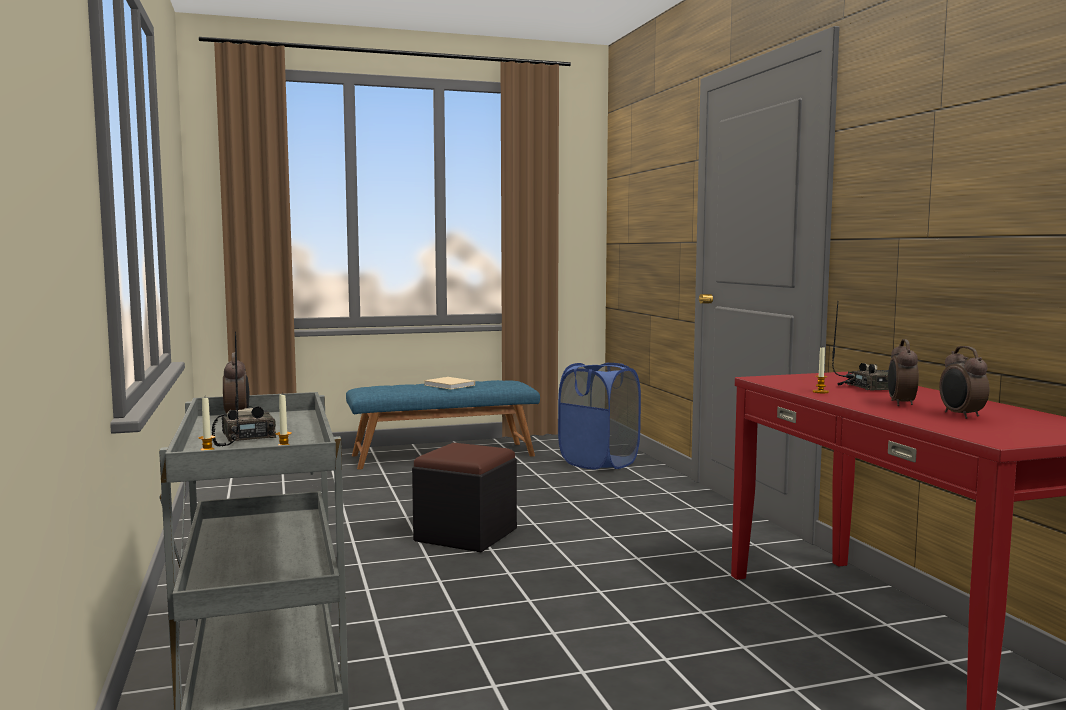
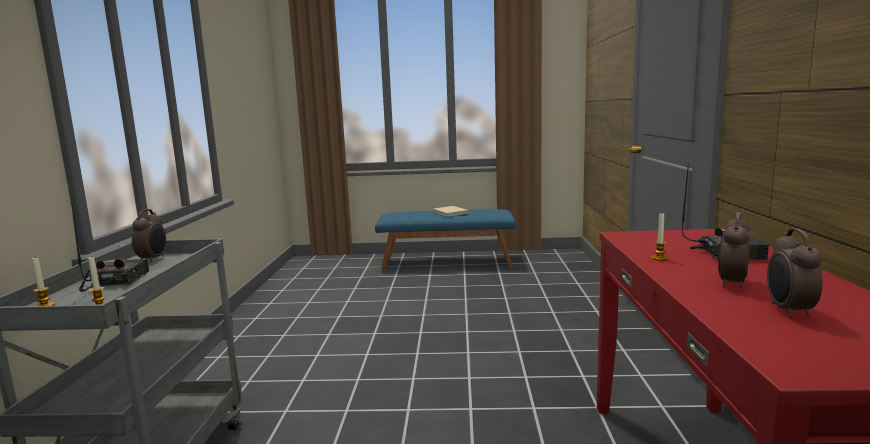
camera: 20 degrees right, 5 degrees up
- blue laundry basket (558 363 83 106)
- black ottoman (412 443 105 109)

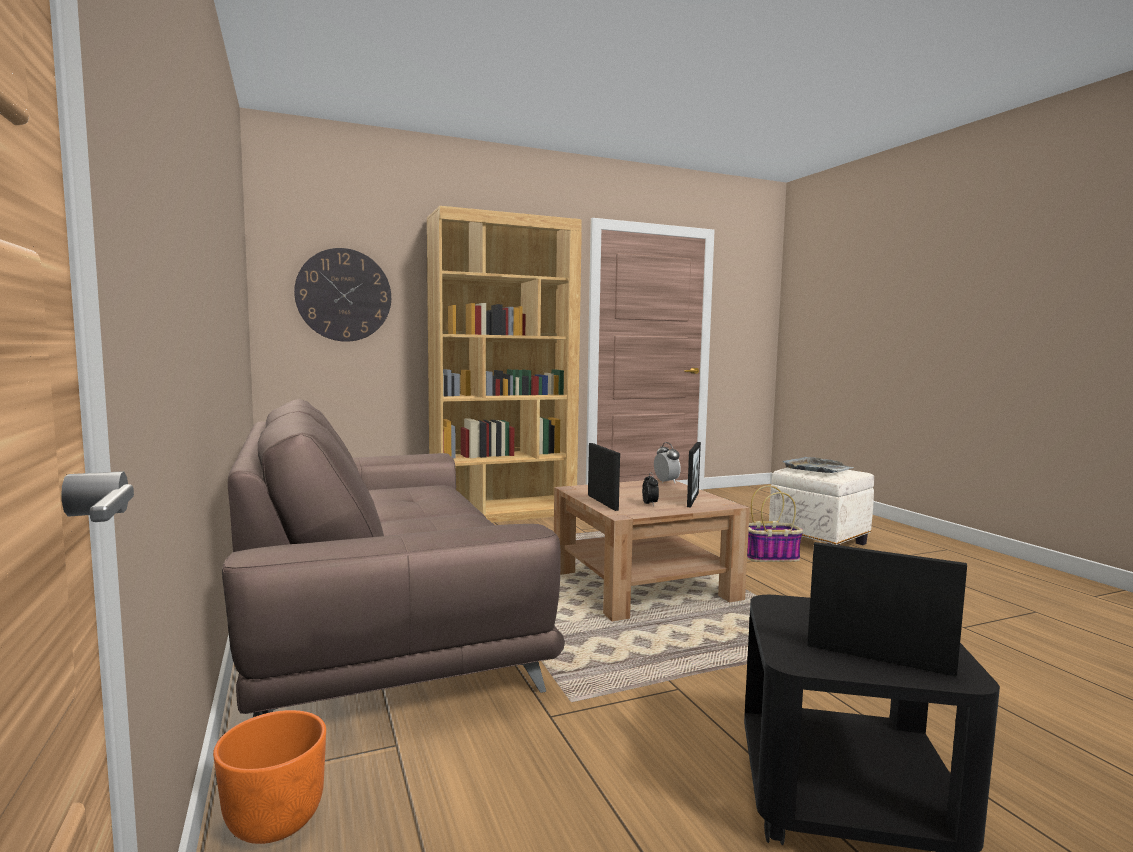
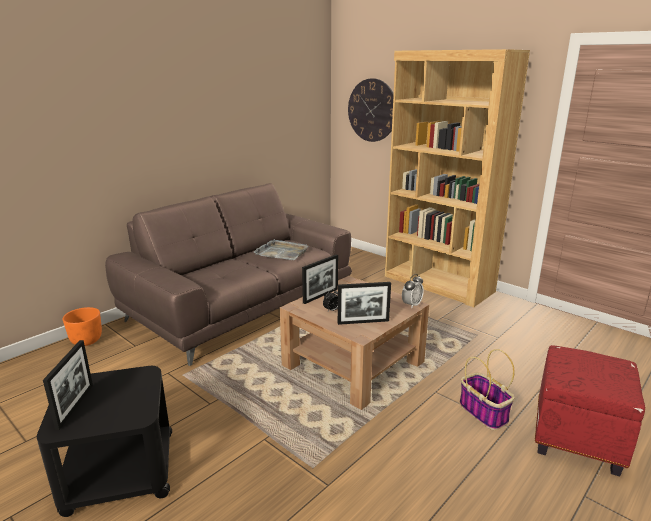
camera: 65 degrees right, 15 degrees up
~ grey tray (782 457 72 16) to (253 239 55 21)
~ white ottoman (769 468 105 77) to red ottoman (535 345 110 131)

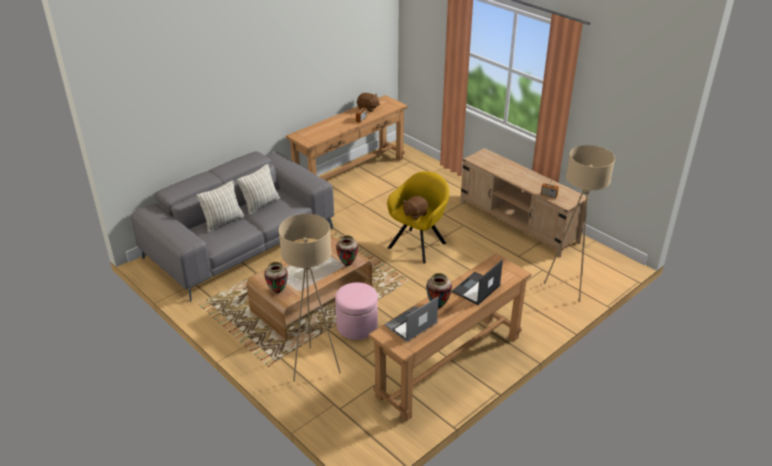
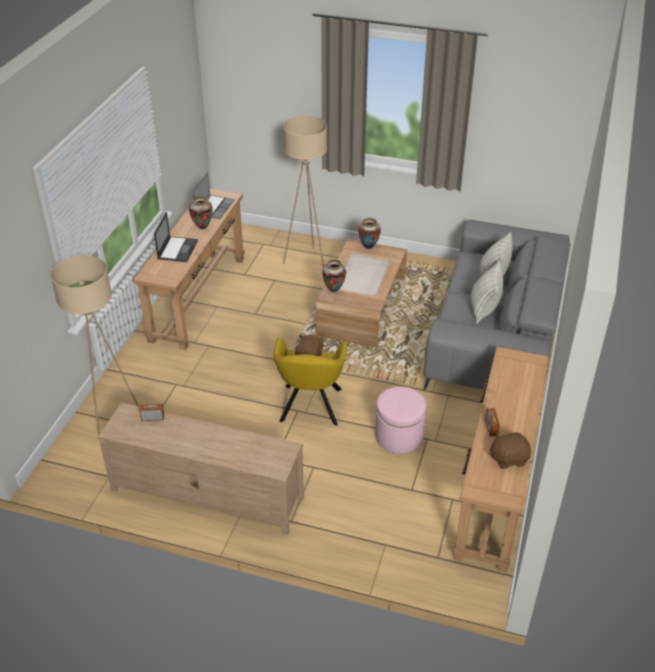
camera: 150 degrees right, 5 degrees up
~ pink ottoman (335 282 43 58) to (375 386 51 68)

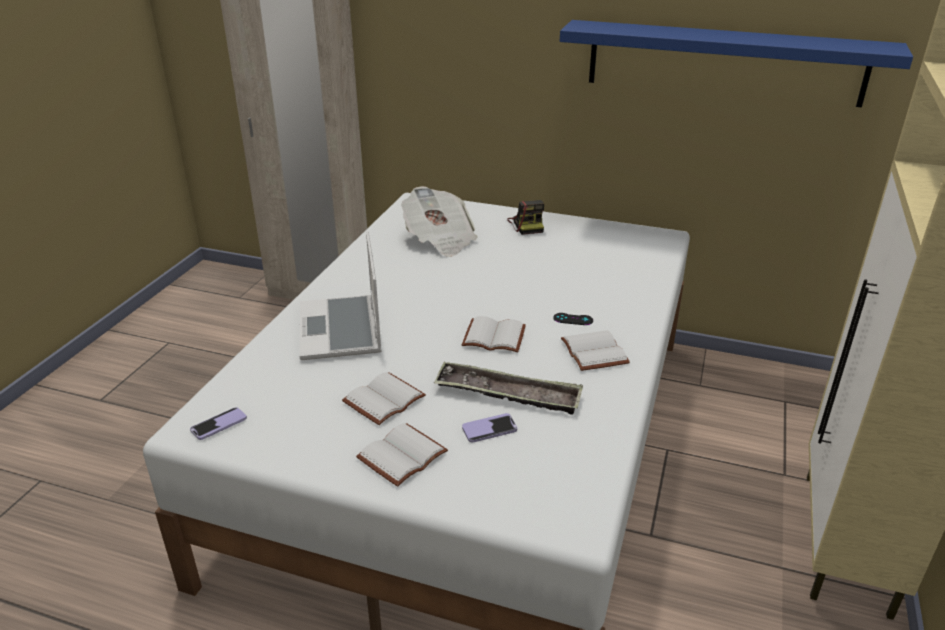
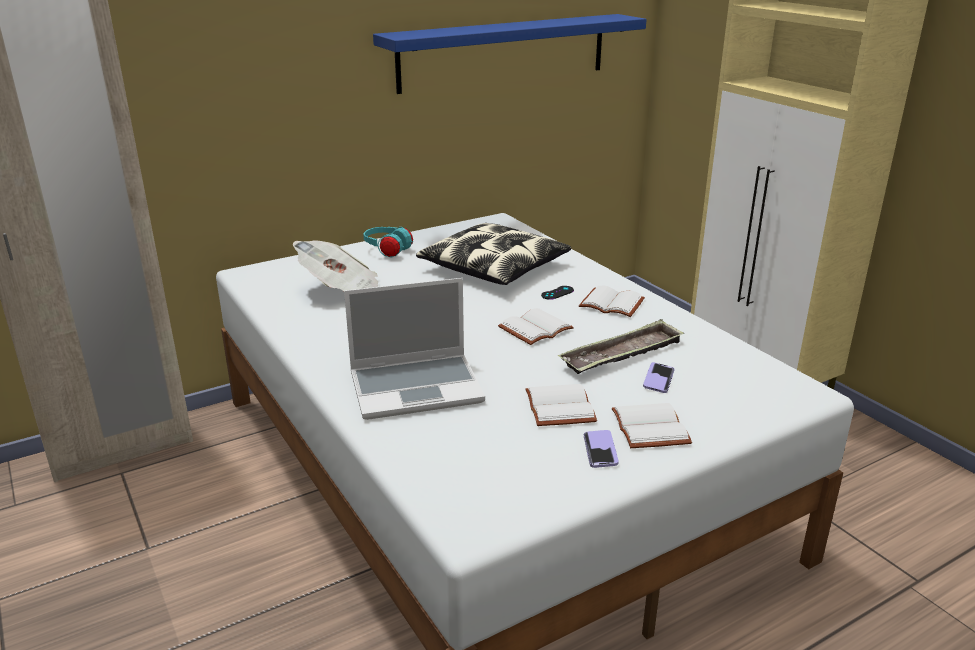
camera: 50 degrees left, 5 degrees down
~ photo camera (507 200 37 35) to turquoise headphones (363 227 50 30)
~ laptop (300 231 82 129) = (344 278 141 142) 45 degrees counterclockwise
~ phone (190 408 57 32) to (584 430 35 38)
+ pillow (416 223 155 62)

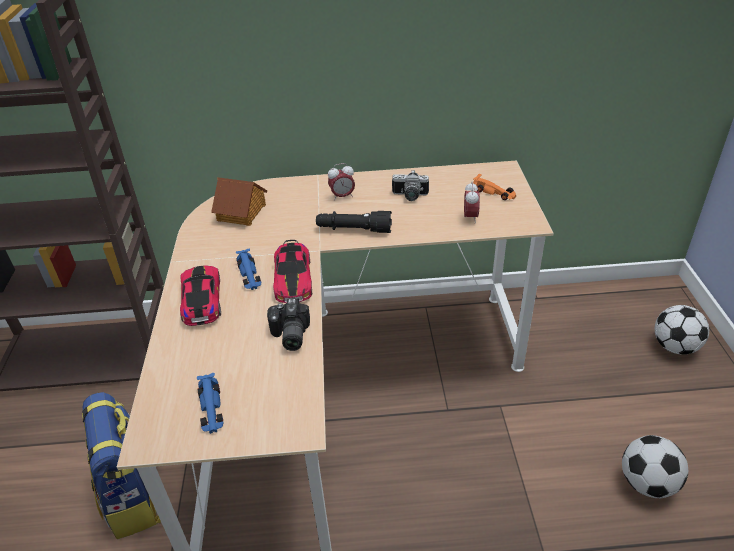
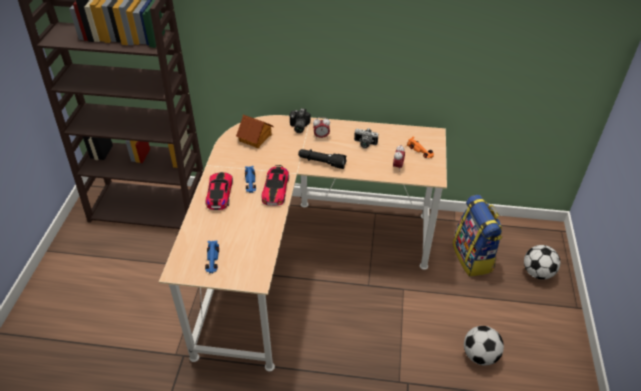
camera: 10 degrees right, 5 degrees up
~ photo camera (267 298 43 53) to (290 108 20 25)
~ backpack (82 392 79 147) to (453 195 50 82)

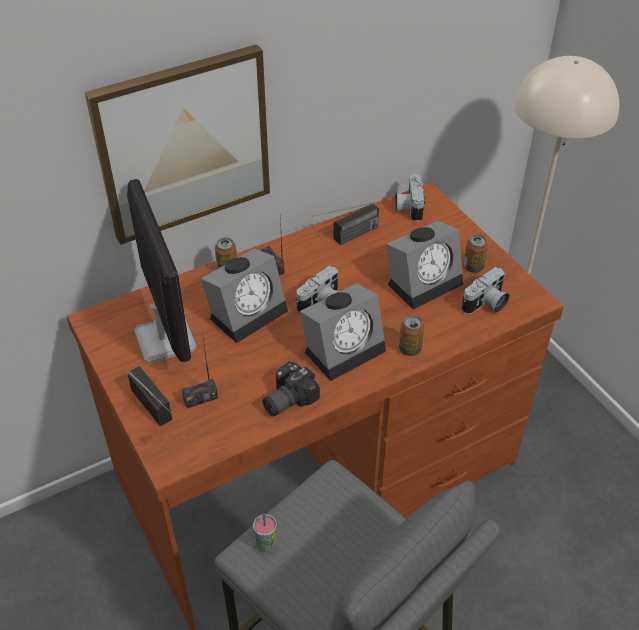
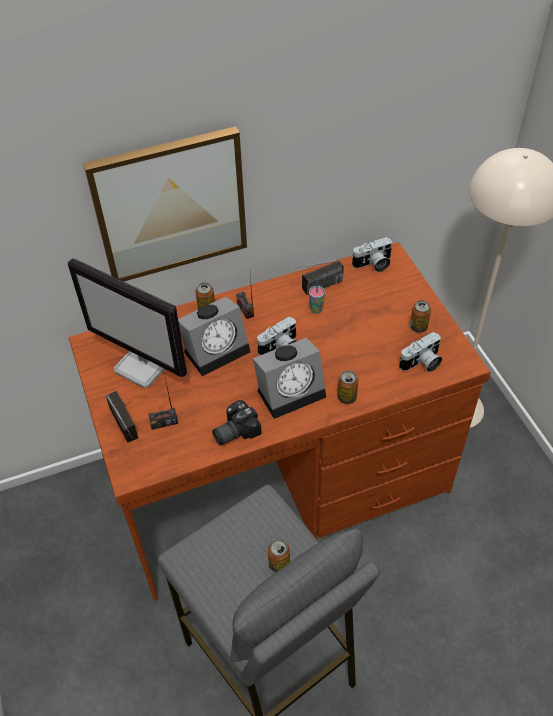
camera: 10 degrees right, 5 degrees up
~ photo camera (395 174 30 48) = (352 237 40 35) 120 degrees counterclockwise
~ monitor (127 179 70 185) = (68 258 119 130) 135 degrees clockwise
- alarm clock (386 221 77 88)
~ cup (253 514 24 38) to (309 282 16 31)
+ can (268 539 22 33)

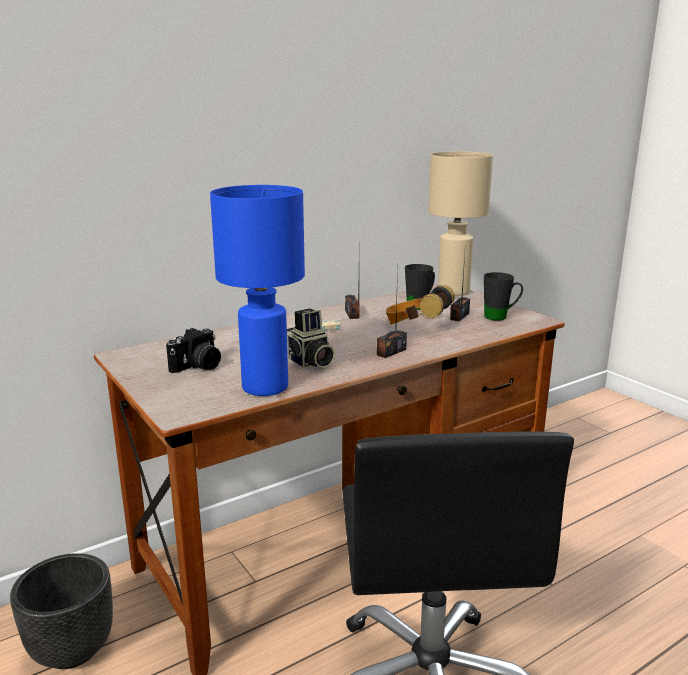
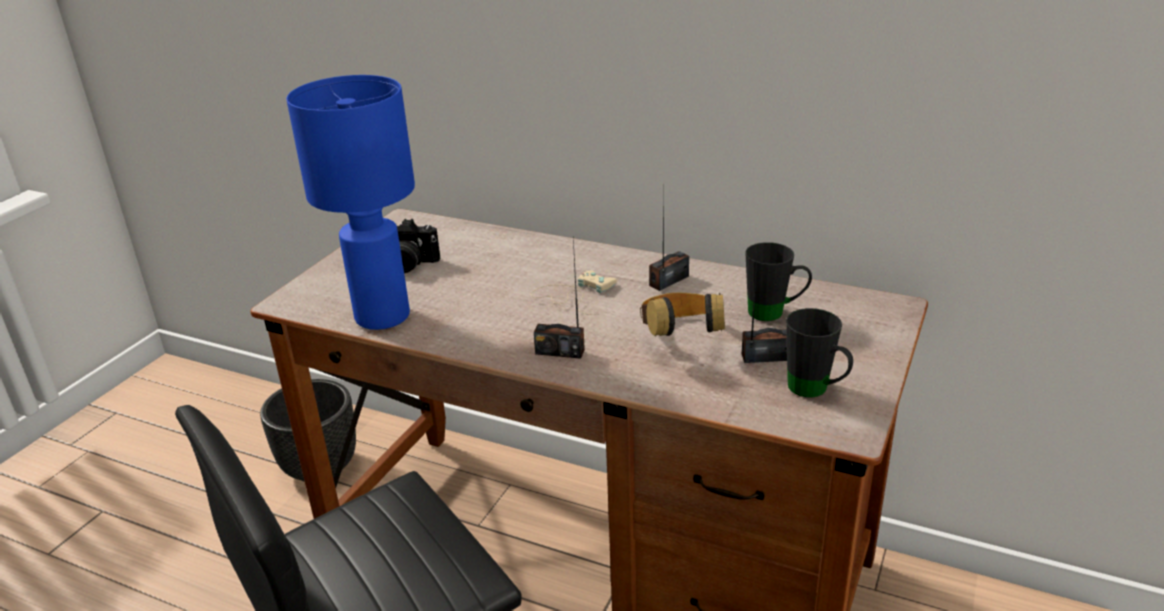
camera: 60 degrees right, 10 degrees up
- beige table lamp (428 151 65 145)
- photo camera (287 308 48 60)

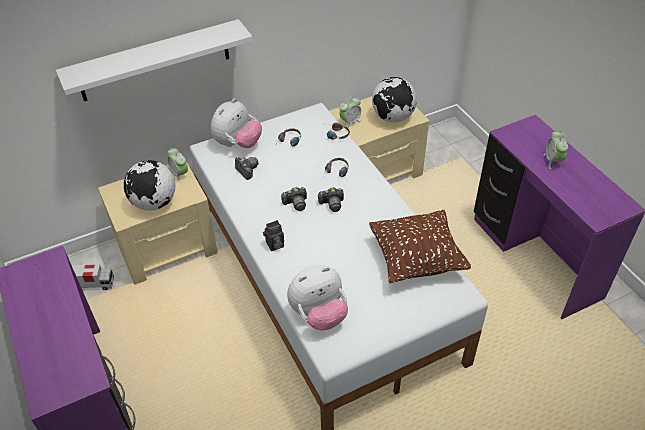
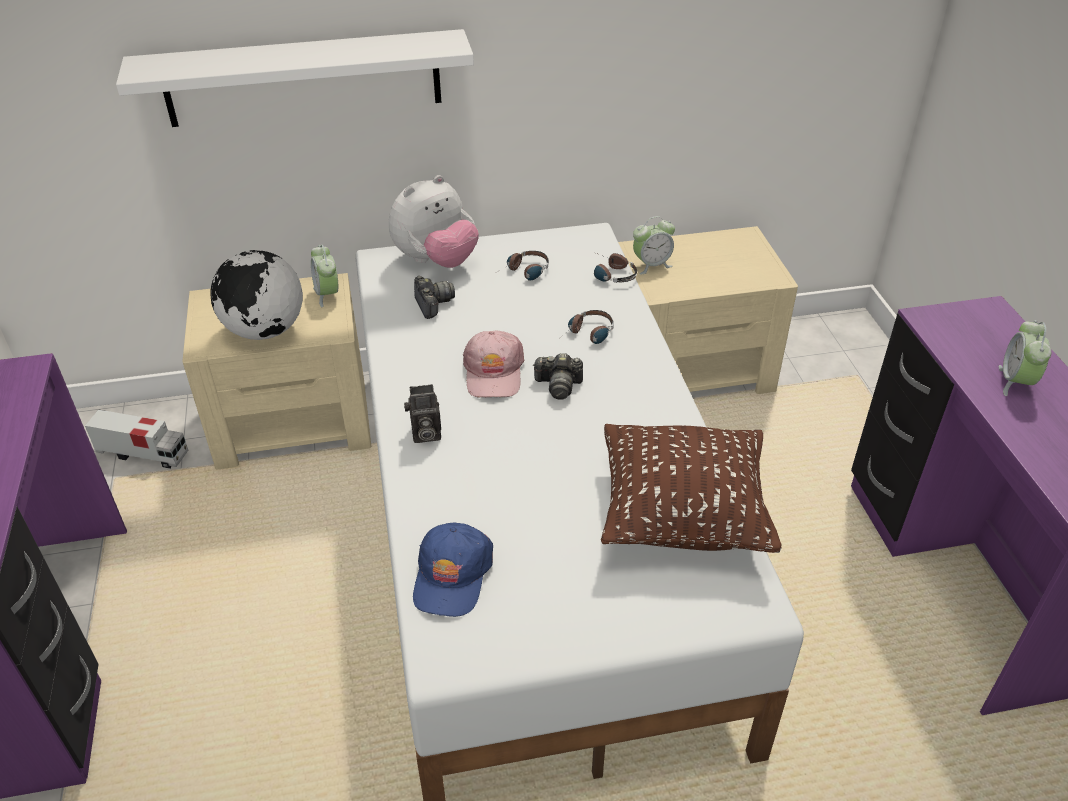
camera: 15 degrees right, 5 degrees down
- globe (372 77 45 45)
~ photo camera (281 187 26 24) to pink cap (463 331 61 66)
~ plush toy (287 265 61 65) to blue cap (413 523 80 94)

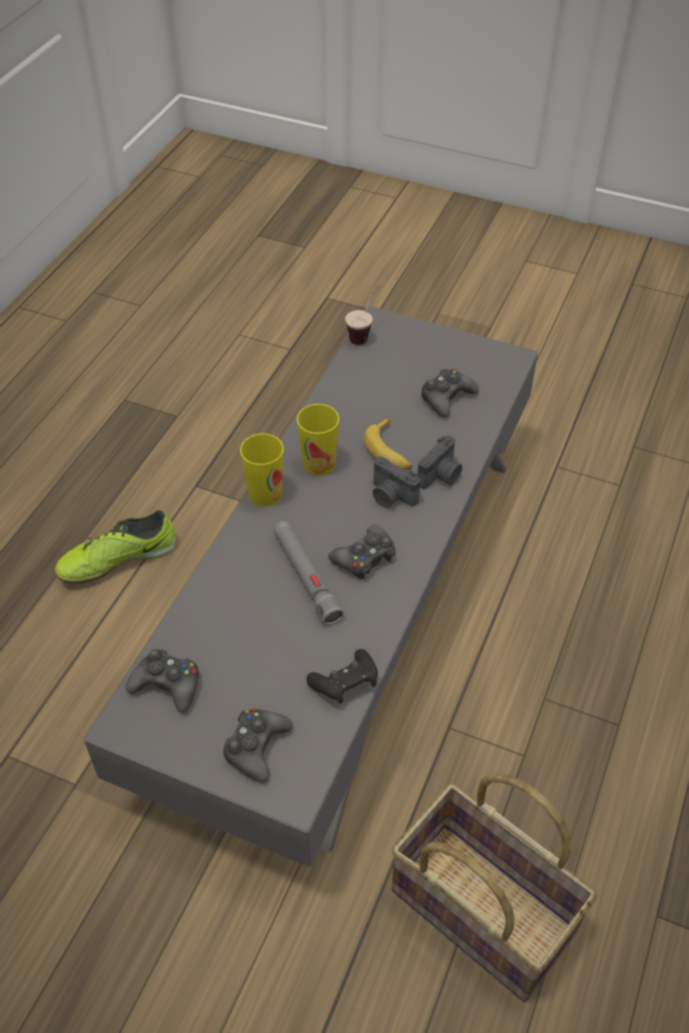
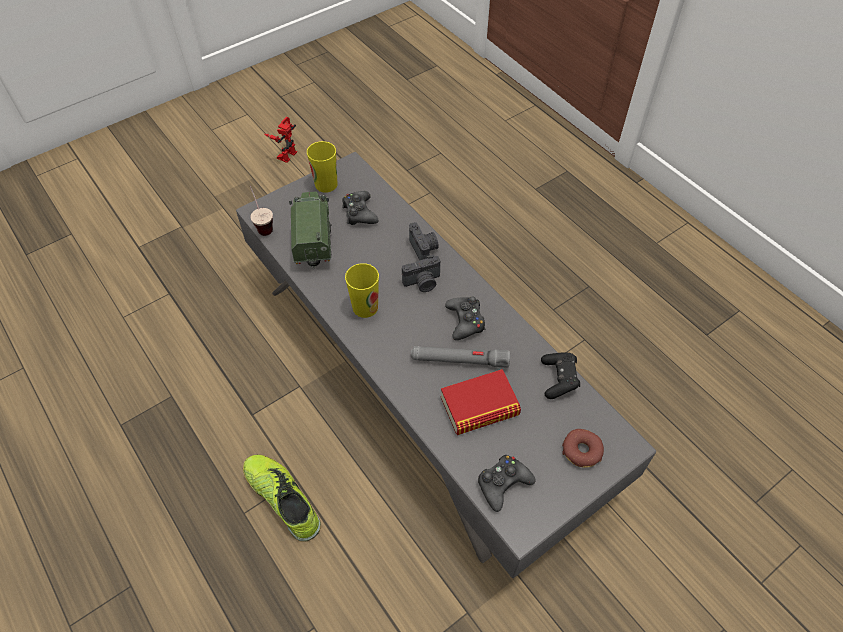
camera: 60 degrees left, 5 degrees up
- banana (364 417 48 53)
~ cup (240 434 44 72) to (307 141 30 52)
~ shoe (55 509 121 74) = (243 454 78 88) 135 degrees clockwise
~ black game controller (223 708 70 75) to donut (562 429 42 39)
- basket (391 773 206 229)
+ toy robot (265 117 32 46)
+ toy truck (289 191 43 78)
+ book (441 369 80 66)

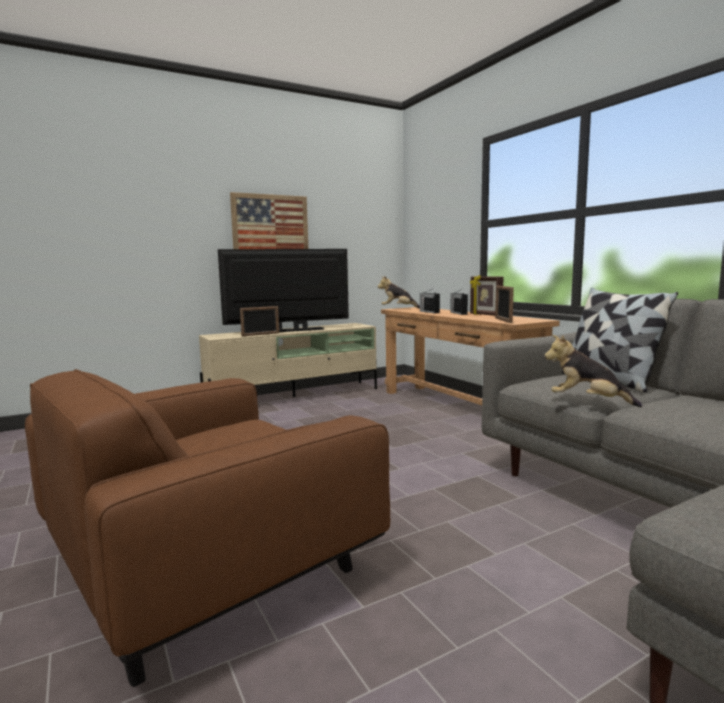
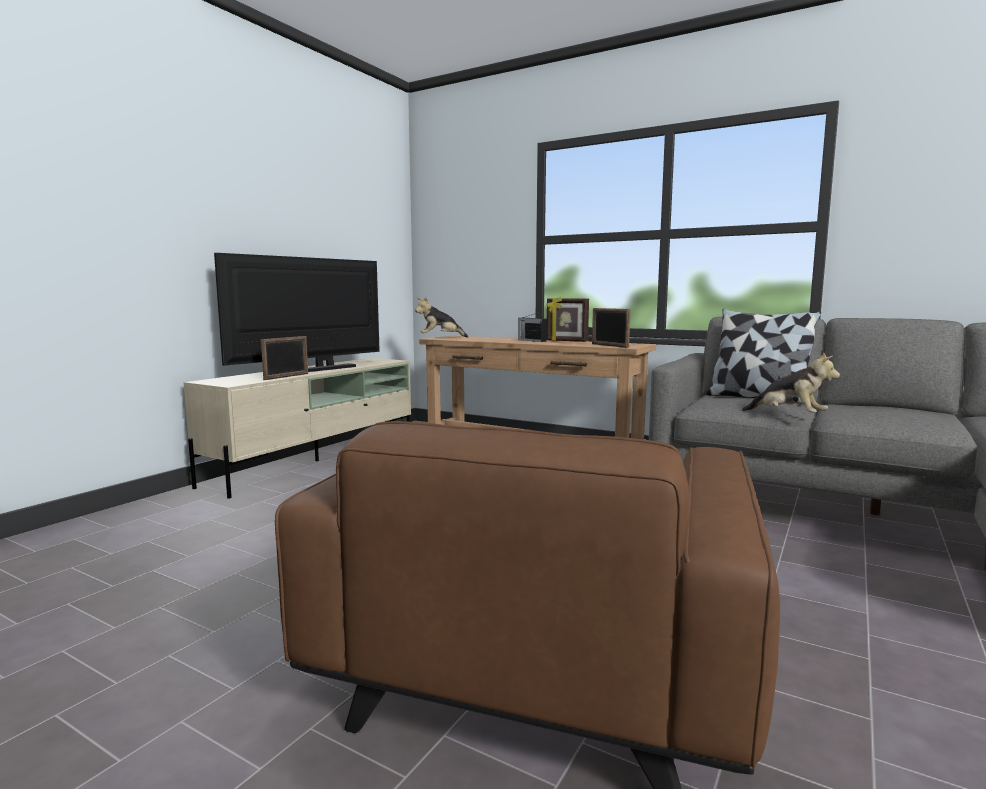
camera: 30 degrees left, 0 degrees up
- picture (230 192 78 57)
- radio (420 289 20 24)
~ plush toy (544 335 98 72) = (742 352 98 60) 135 degrees counterclockwise

